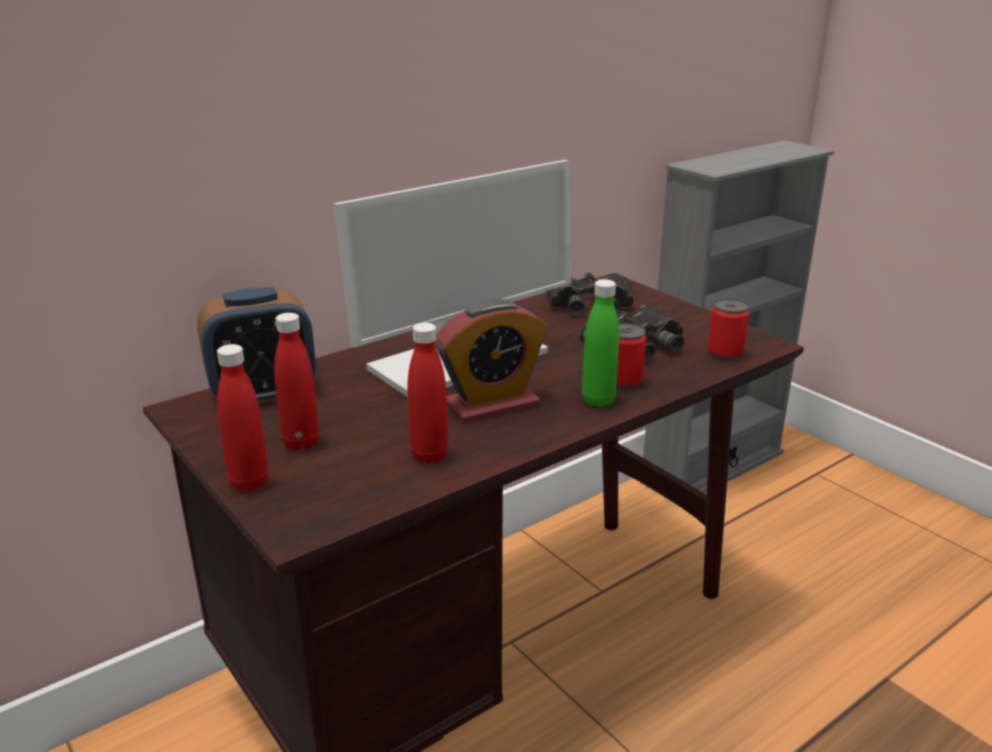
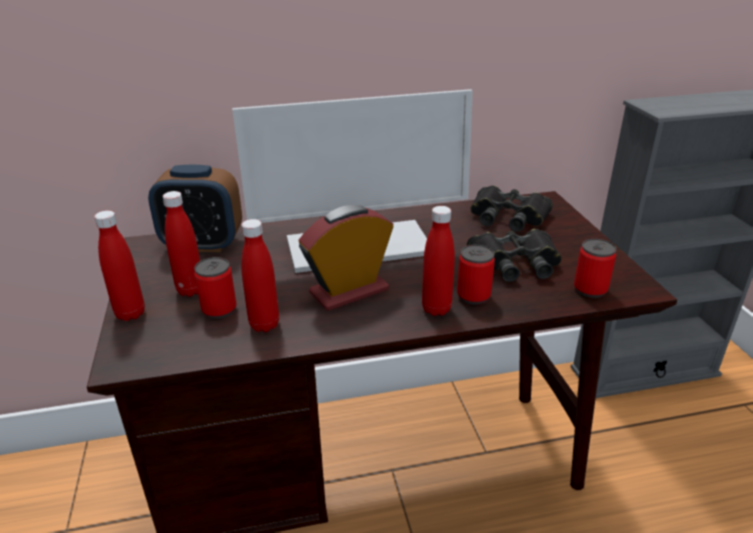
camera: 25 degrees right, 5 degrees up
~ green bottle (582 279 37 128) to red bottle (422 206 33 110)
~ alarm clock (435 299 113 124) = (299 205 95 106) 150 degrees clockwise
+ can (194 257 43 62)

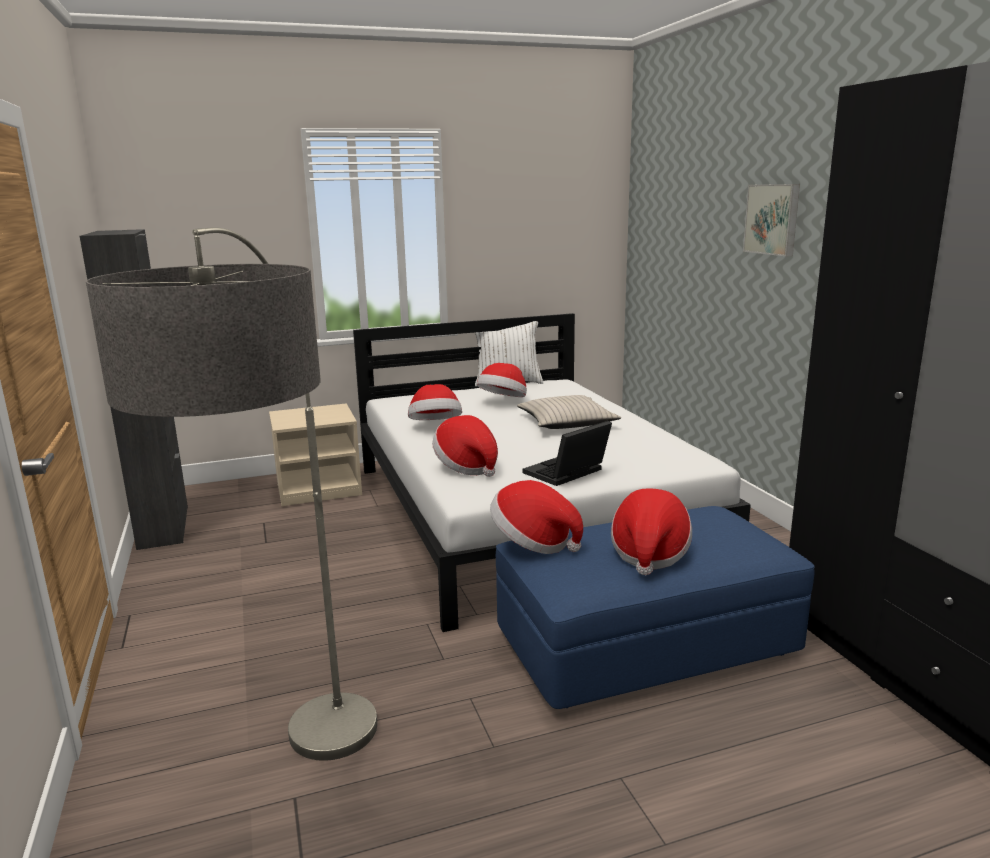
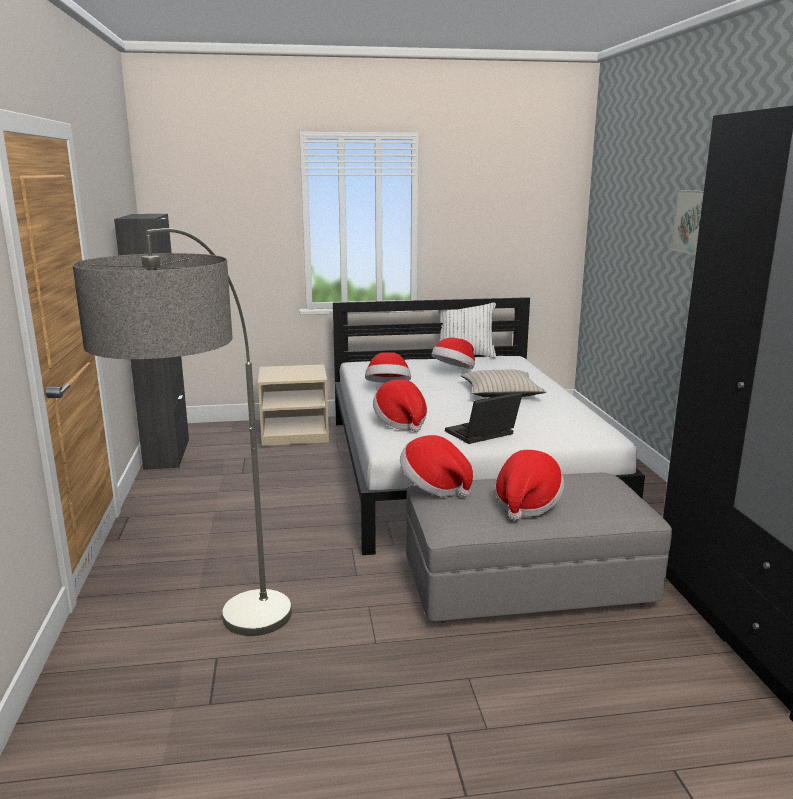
camera: 10 degrees right, 0 degrees up
~ blue ottoman (496 506 319 203) to grey ottoman (406 473 266 150)

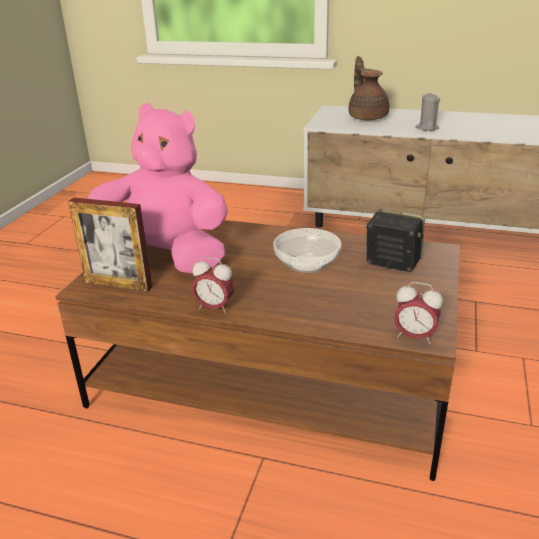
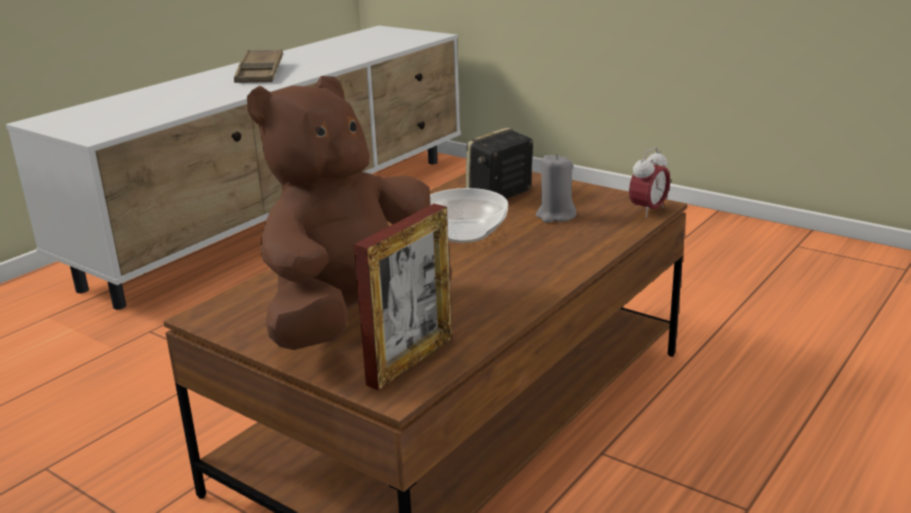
camera: 70 degrees left, 5 degrees down
- brown teapot (349 56 41 64)
~ grey candle (416 93 24 38) to (536 153 41 70)
~ pink plush toy (87 103 141 171) to brown plush toy (247 76 205 274)
- alarm clock (192 257 43 57)
+ brown tray (234 49 49 34)

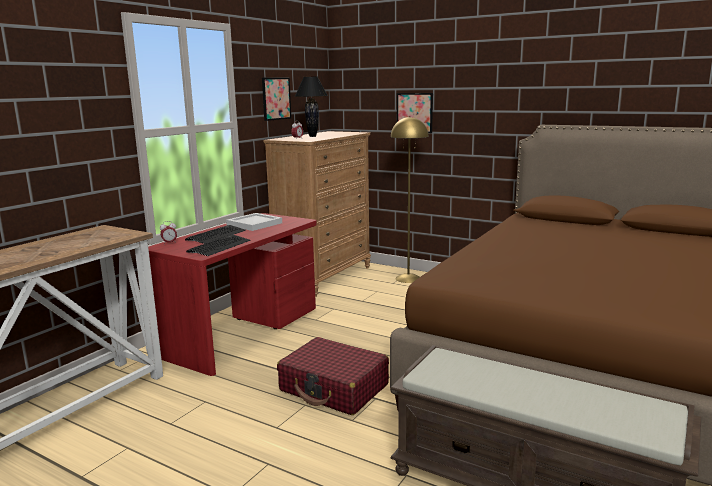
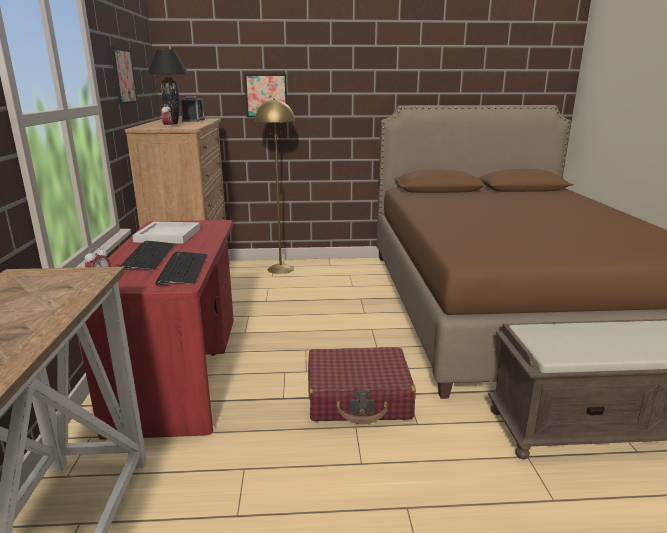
camera: 35 degrees left, 5 degrees up
+ alarm clock (180 96 25 26)

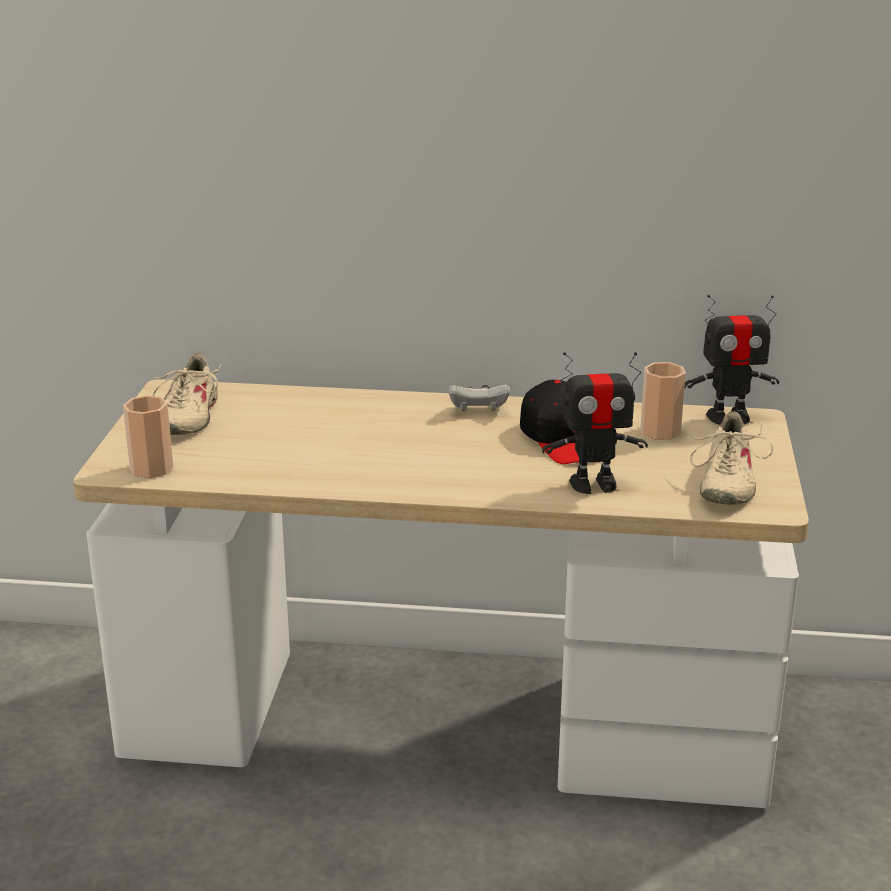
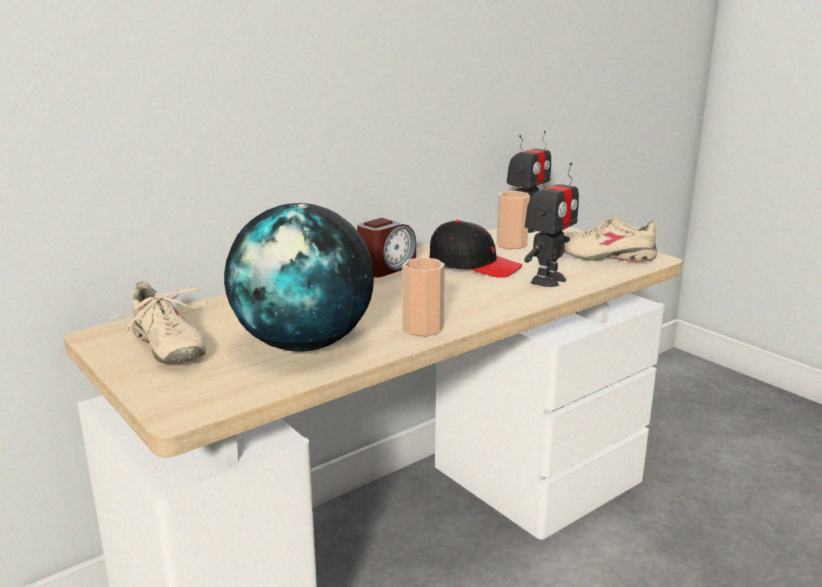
camera: 45 degrees left, 5 degrees down
~ white game controller (448 385 62 26) to alarm clock (357 218 59 60)
~ cup (123 395 50 83) to (402 257 43 79)
~ beige shoe (686 412 87 93) = (563 216 94 46) 135 degrees clockwise
+ globe (224 203 150 149)

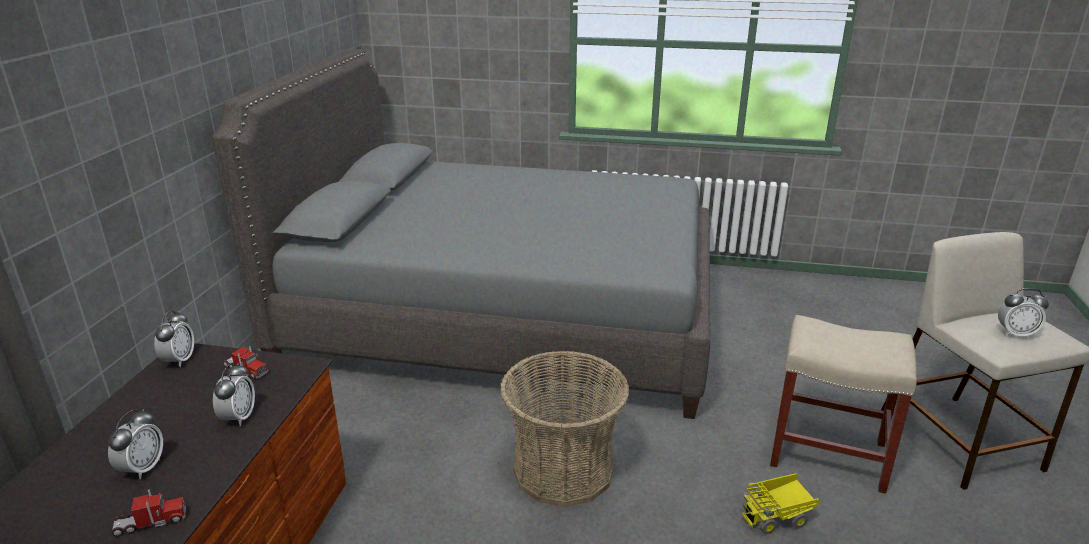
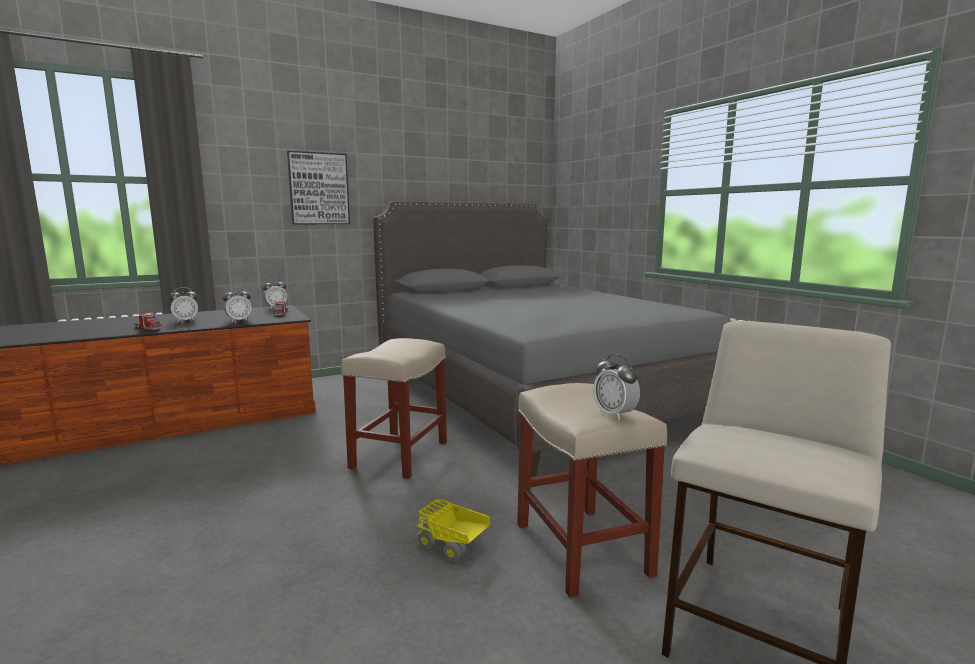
camera: 50 degrees right, 15 degrees down
~ alarm clock (998 288 51 50) to (593 354 47 66)
~ basket (500 351 130 156) to beige stool (341 338 106 141)
+ picture (287 151 63 73)

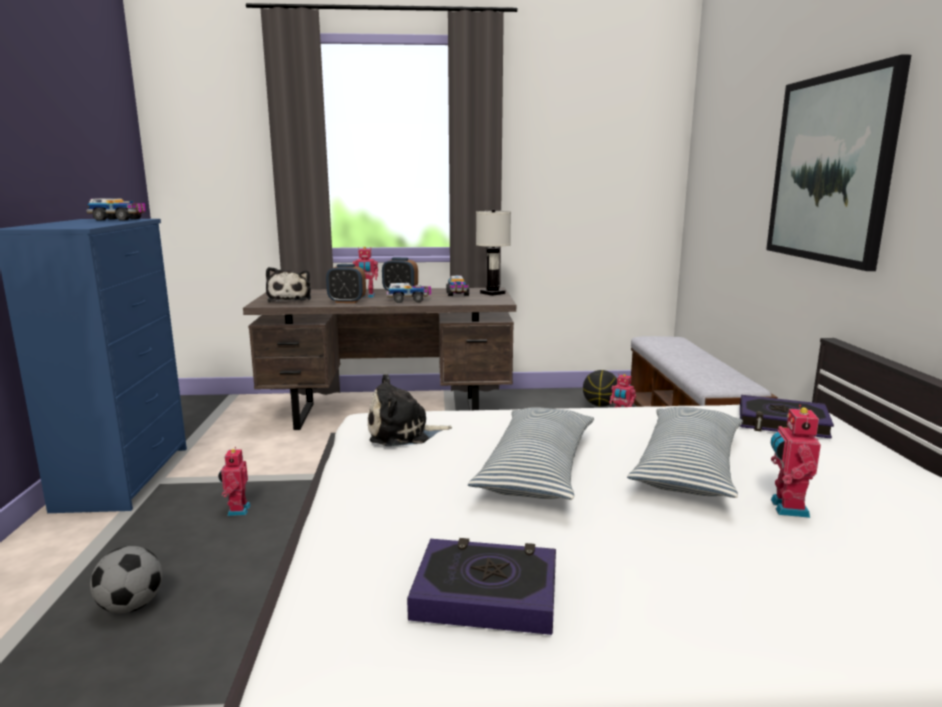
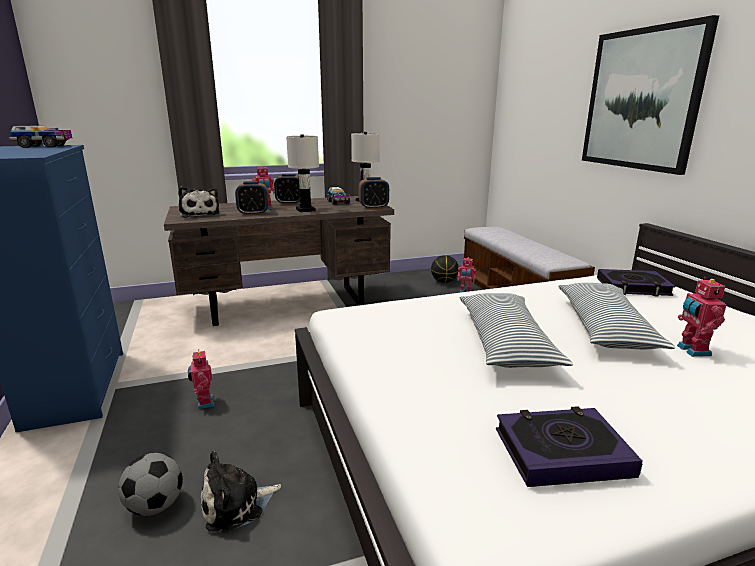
camera: 15 degrees left, 5 degrees up
~ toy truck (387 283 44 20) to white table lamp (286 135 33 77)
~ plush toy (368 374 84 72) to (201 451 80 82)
+ alarm clock (358 177 31 32)

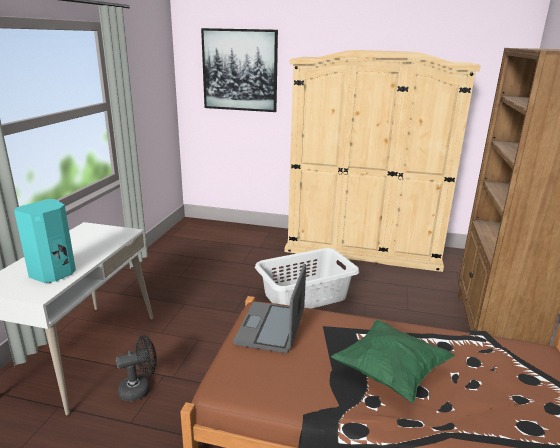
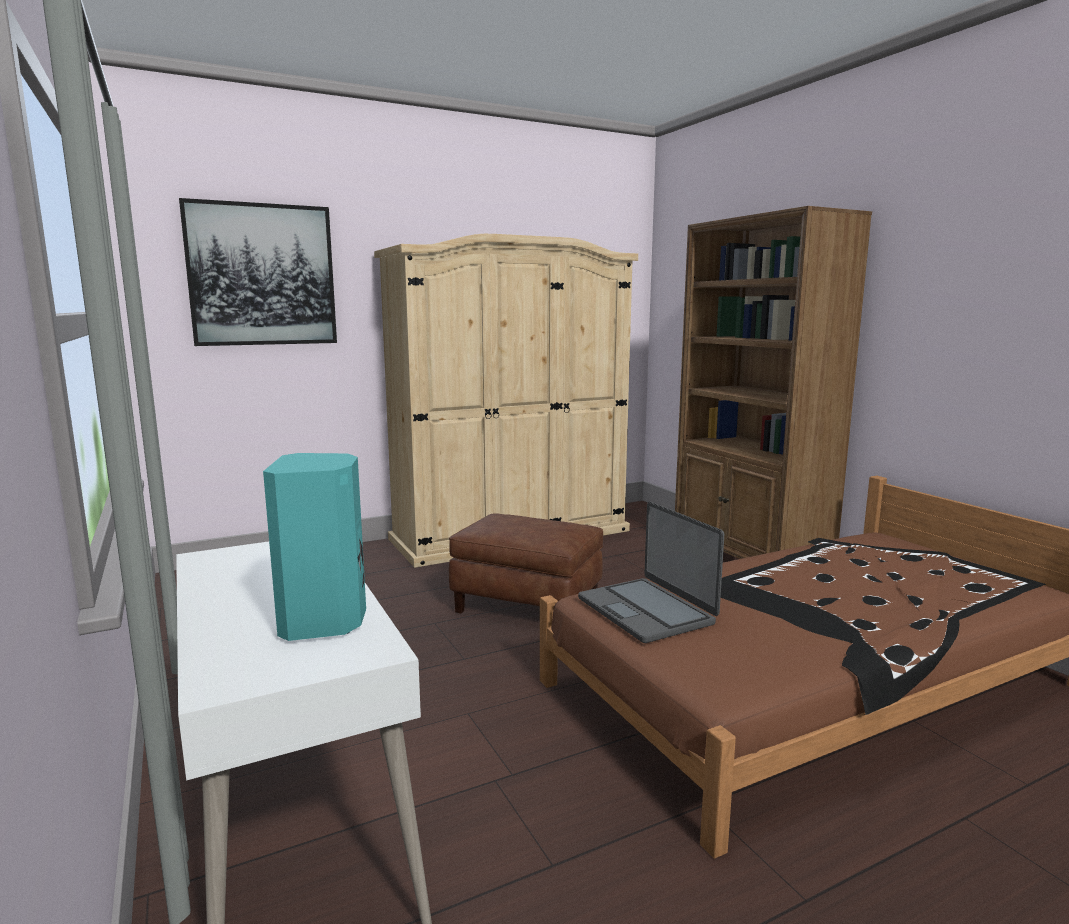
camera: 40 degrees left, 10 degrees down
~ grey laundry basket (255 248 104 61) to brown ottoman (449 513 154 100)
- green pillow (330 320 125 83)
- black fan (116 335 41 67)

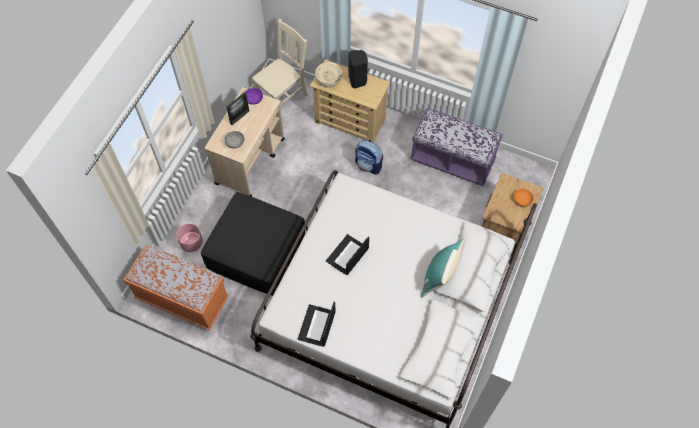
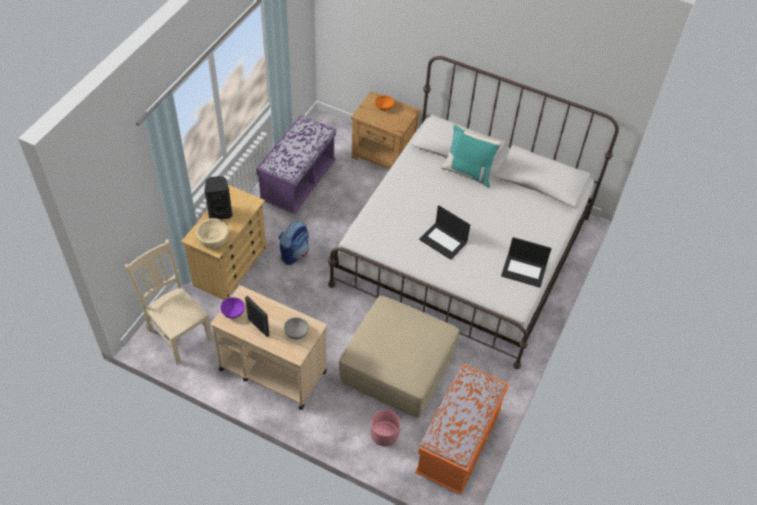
camera: 90 degrees left, 10 degrees down
~ black ottoman (201 192 104 104) to beige ottoman (339 296 120 122)

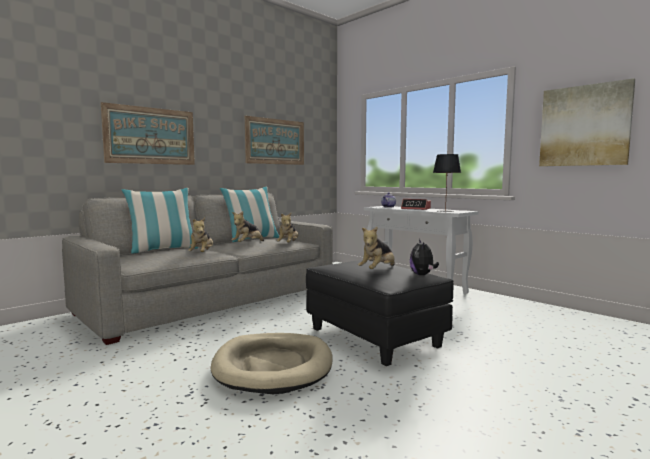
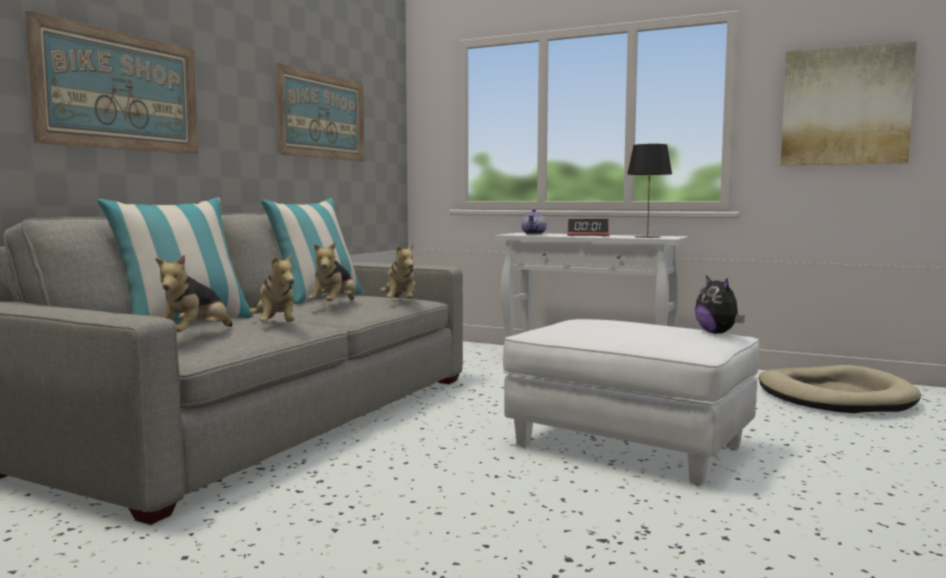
camera: 20 degrees left, 0 degrees up
~ plush toy (358 227 37 42) to (155 255 78 77)
~ black ottoman (306 260 148 106) to white ottoman (503 319 256 167)
~ beige dog bed (211 333 122 61) to (759 365 162 48)

